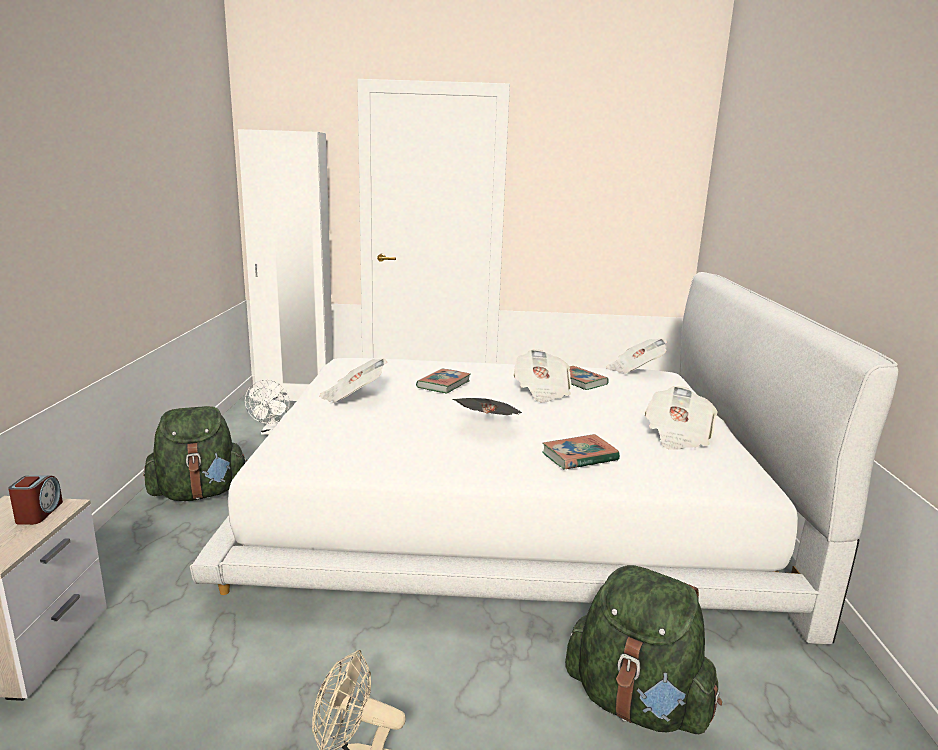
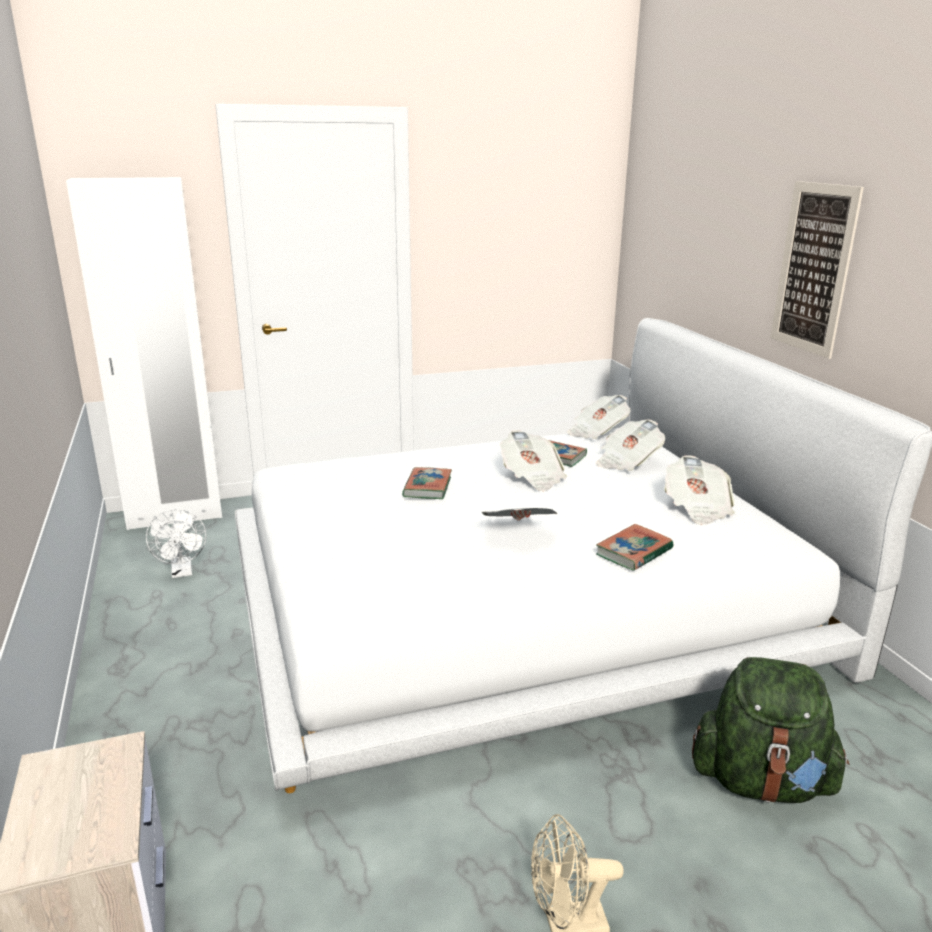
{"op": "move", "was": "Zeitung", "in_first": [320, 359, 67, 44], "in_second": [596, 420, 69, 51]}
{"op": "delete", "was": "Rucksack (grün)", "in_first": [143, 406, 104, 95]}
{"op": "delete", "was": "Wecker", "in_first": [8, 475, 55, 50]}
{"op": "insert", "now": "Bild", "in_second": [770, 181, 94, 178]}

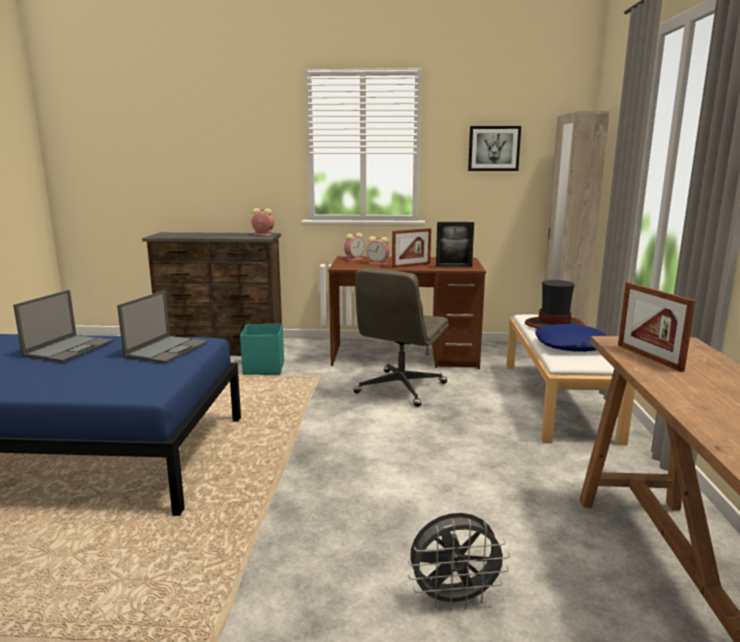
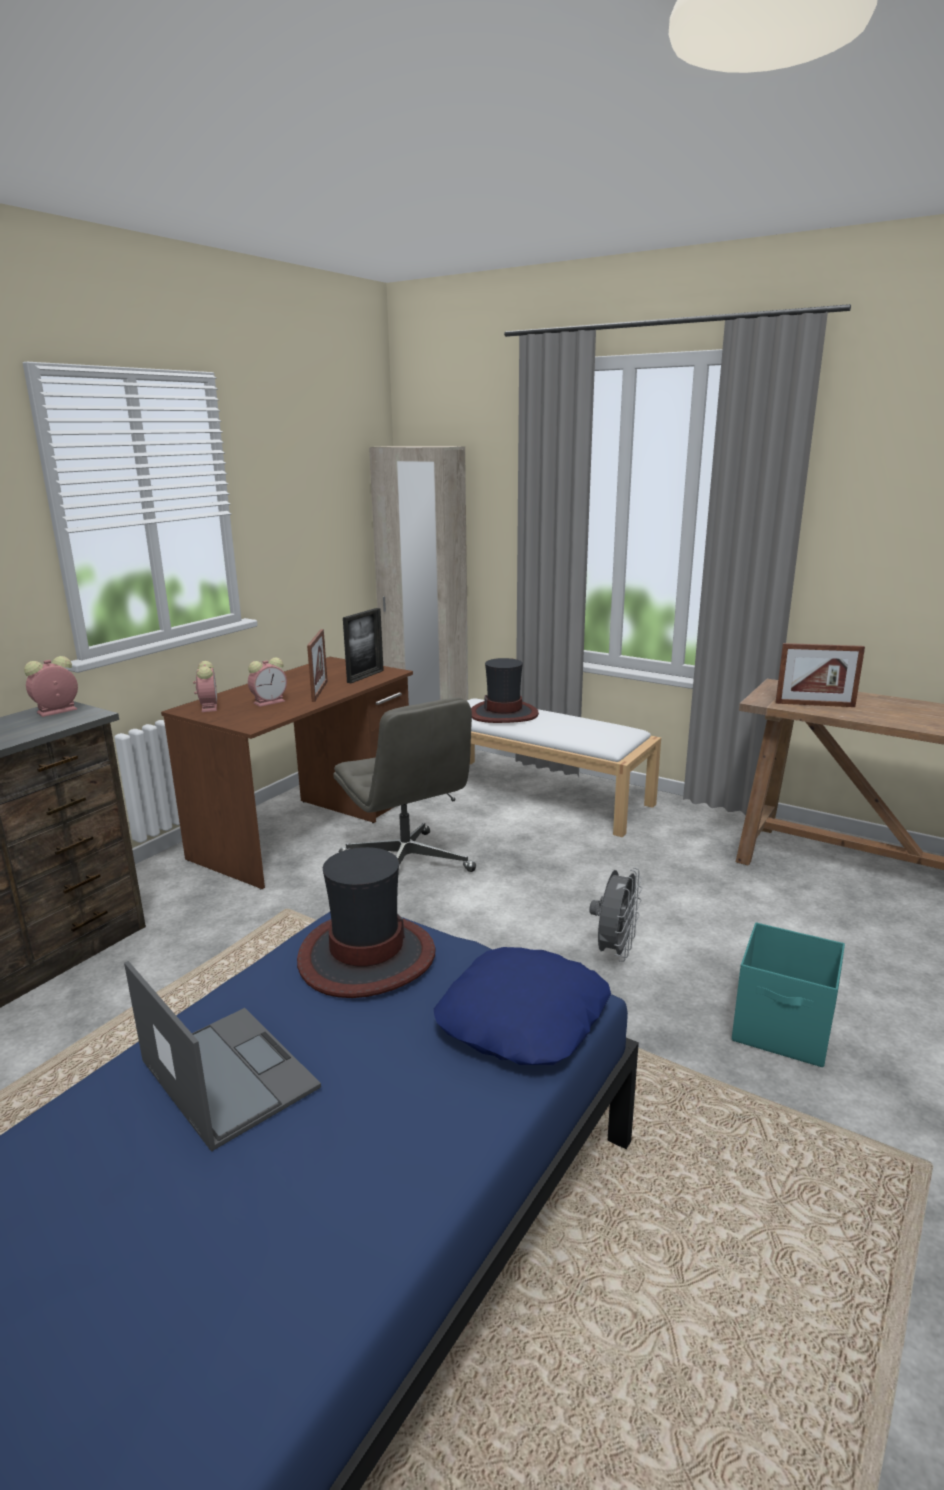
{"op": "delete", "was": "Bild", "in_first": [468, 126, 53, 45]}
{"op": "replace", "was": "Laptop", "now": "Hut", "in_first": [117, 290, 91, 73], "in_second": [297, 847, 139, 151]}
{"op": "move", "was": "Aufbewahrungsbox (türkis)", "in_first": [240, 324, 44, 51], "in_second": [732, 922, 113, 145]}
{"op": "move", "was": "Kissen (blau)", "in_first": [535, 324, 71, 28], "in_second": [434, 947, 177, 118]}
{"op": "move", "was": "Ventilator (grau)", "in_first": [408, 513, 102, 98], "in_second": [589, 867, 53, 95]}

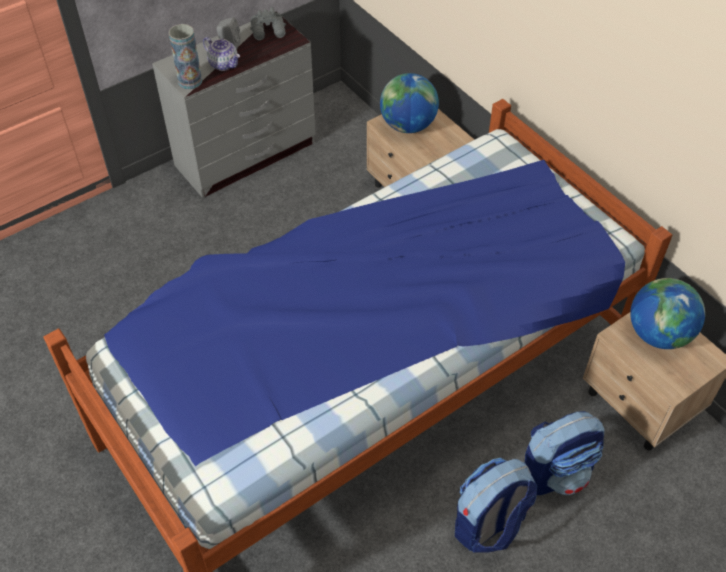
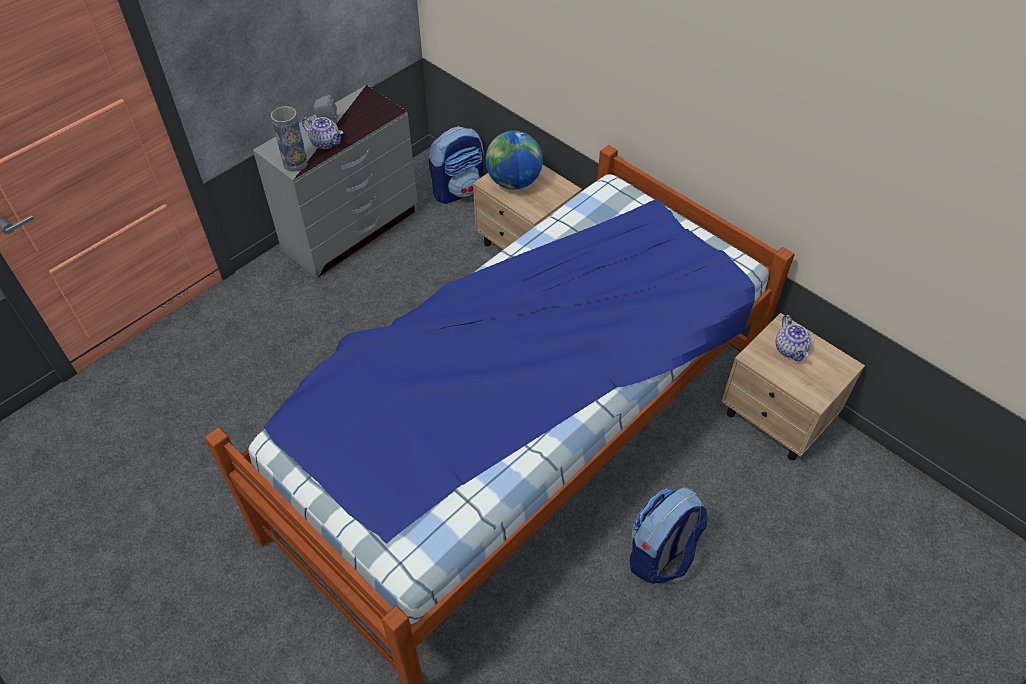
{"op": "delete", "was": "Fernglas (grau)", "in_first": [250, 7, 36, 33]}
{"op": "replace", "was": "Globus", "now": "Teekanne", "in_first": [630, 278, 75, 71], "in_second": [776, 315, 35, 46]}
{"op": "move", "was": "Rucksack", "in_first": [525, 411, 80, 84], "in_second": [429, 126, 55, 78]}

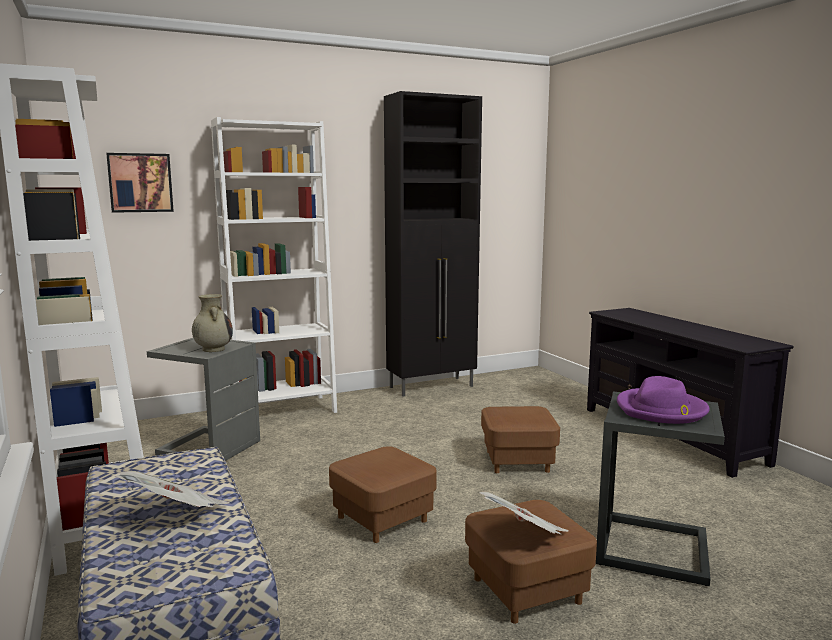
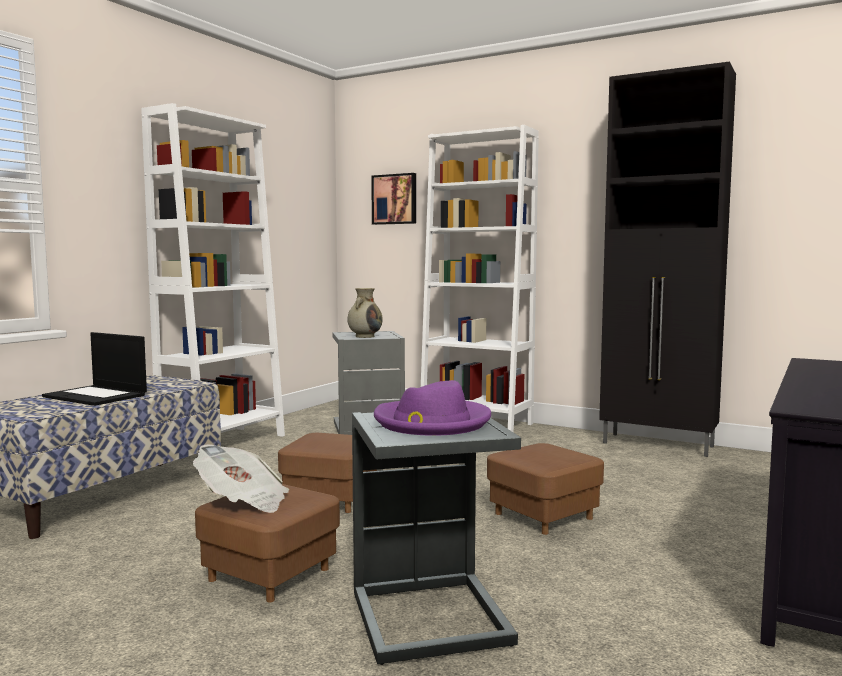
{"op": "replace", "was": "Zeitung", "now": "Laptop", "in_first": [114, 471, 115, 36], "in_second": [42, 332, 105, 74]}

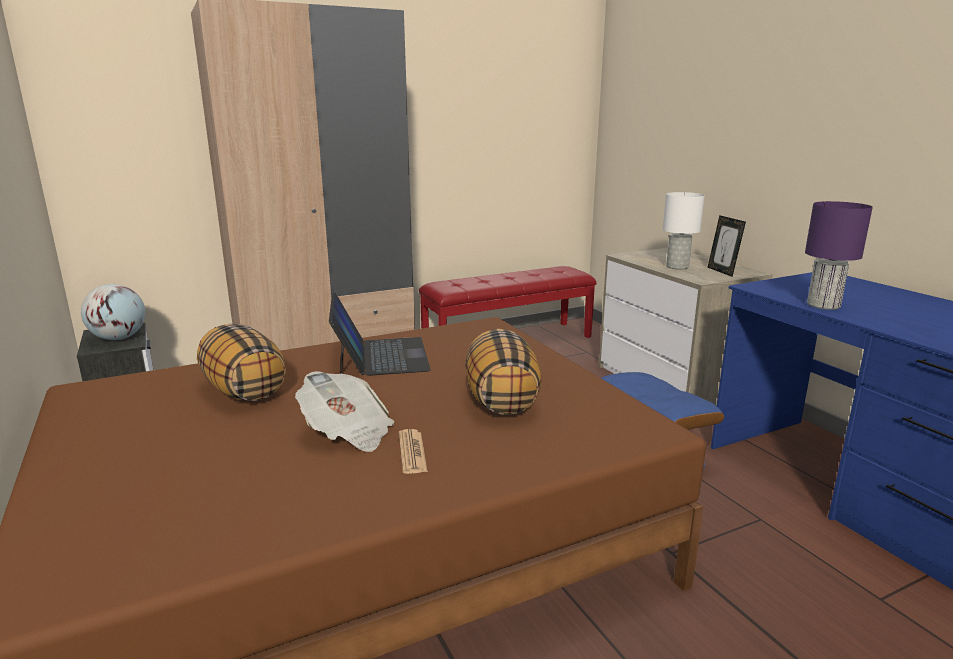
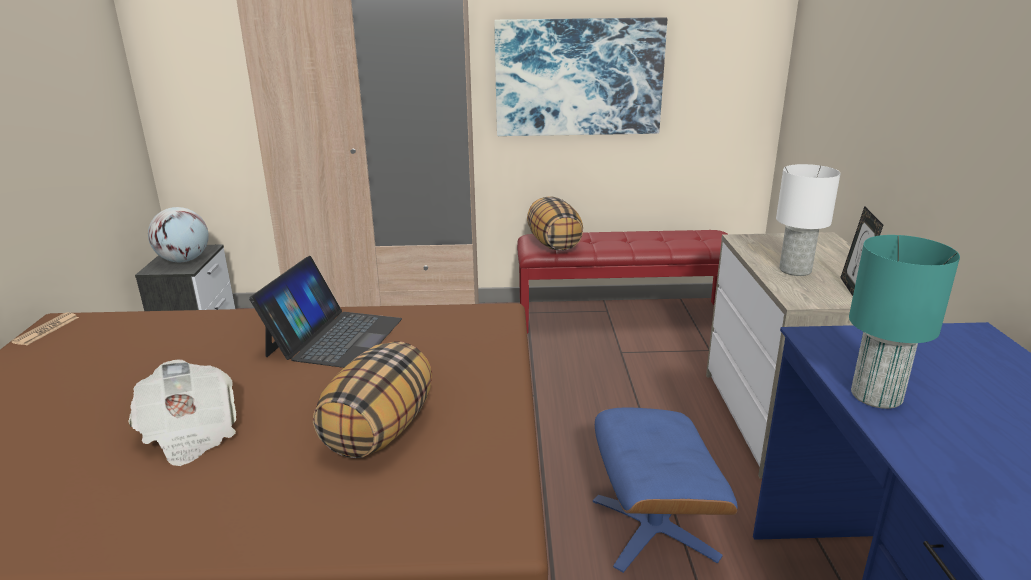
{"op": "recolor", "was": "Tischlampe (lila)", "now": "Tischlampe (türkis)", "in_first": [805, 201, 68, 109], "in_second": [849, 235, 111, 174]}
{"op": "move", "was": "Kissen", "in_first": [197, 324, 89, 77], "in_second": [527, 196, 56, 54]}
{"op": "move", "was": "Zeitung", "in_first": [399, 429, 29, 45], "in_second": [11, 313, 68, 32]}
{"op": "insert", "now": "Bild", "in_second": [494, 17, 173, 119]}

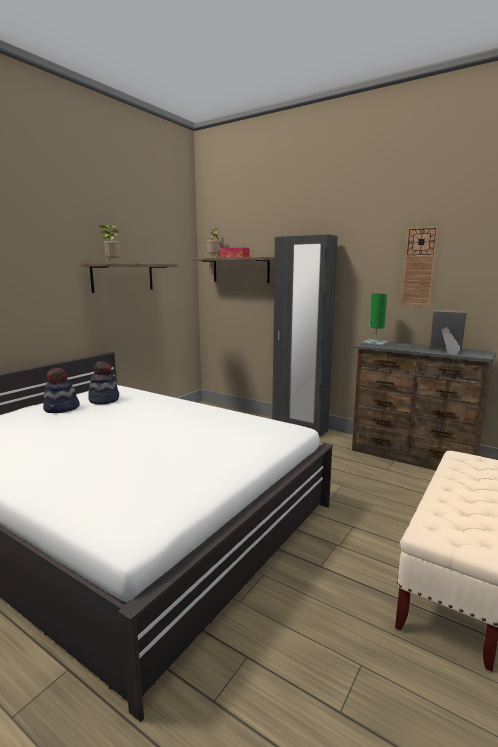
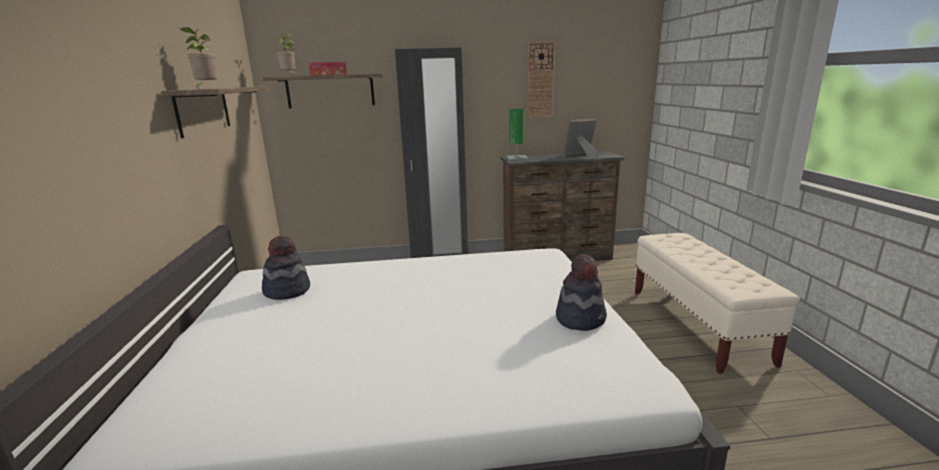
{"op": "move", "was": "Hut", "in_first": [43, 368, 37, 45], "in_second": [556, 254, 51, 77]}

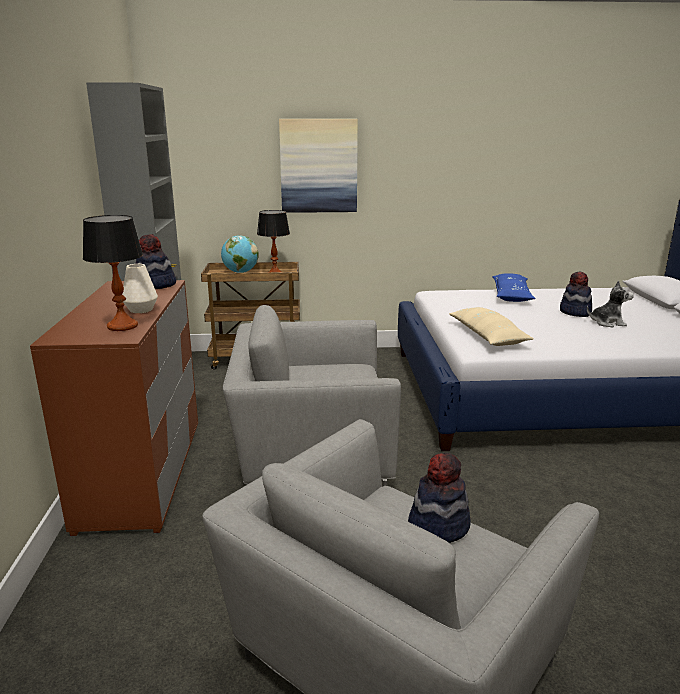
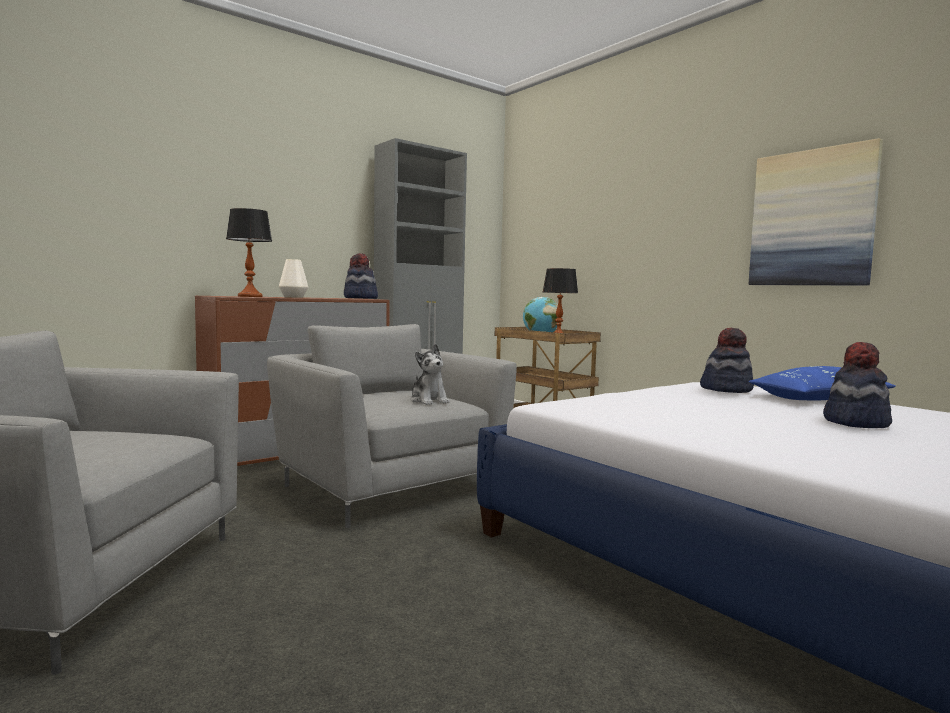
{"op": "move", "was": "Bild", "in_first": [279, 119, 79, 94], "in_second": [749, 138, 134, 147]}
{"op": "move", "was": "Plüschtier", "in_first": [587, 280, 47, 47], "in_second": [410, 344, 39, 61]}
{"op": "delete", "was": "Kissen (beige)", "in_first": [449, 307, 85, 39]}
{"op": "move", "was": "Hut", "in_first": [408, 453, 63, 90], "in_second": [700, 328, 54, 65]}

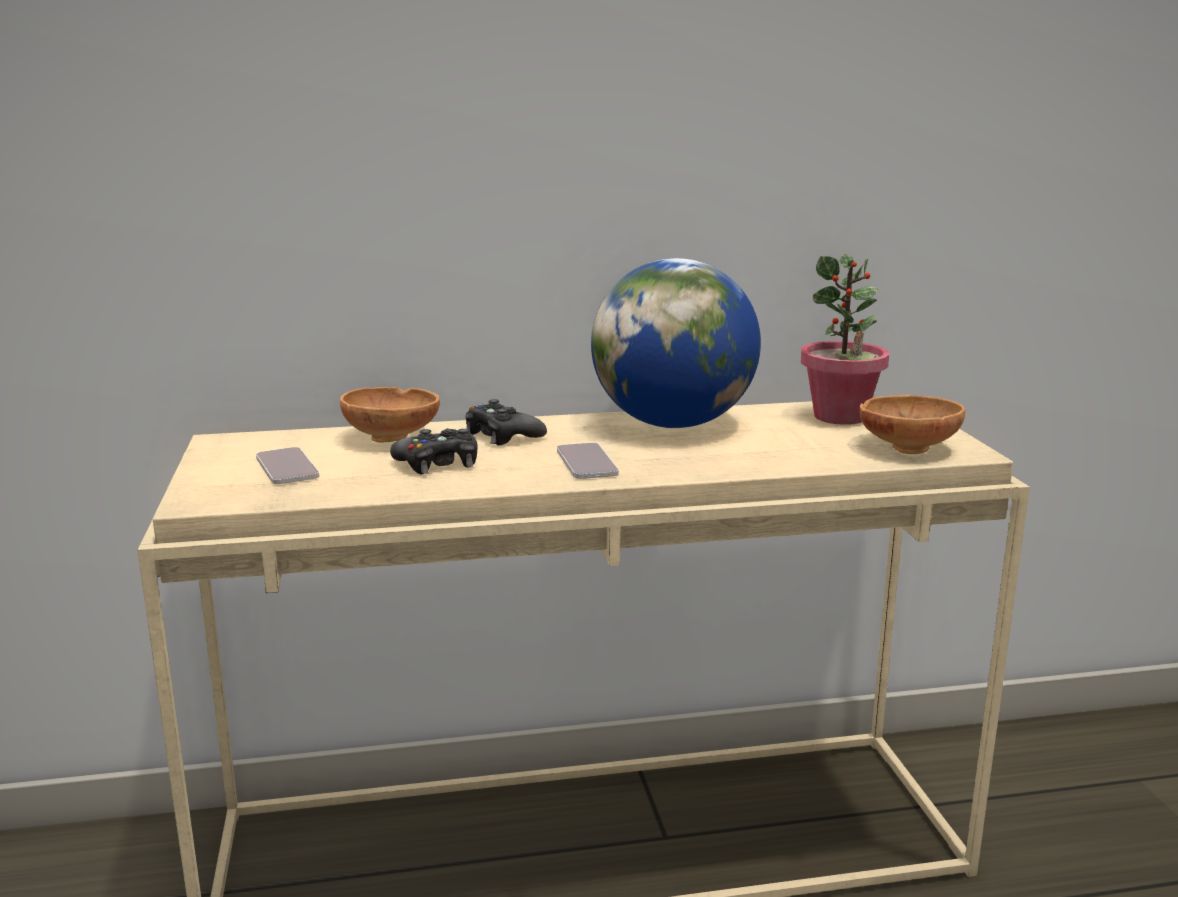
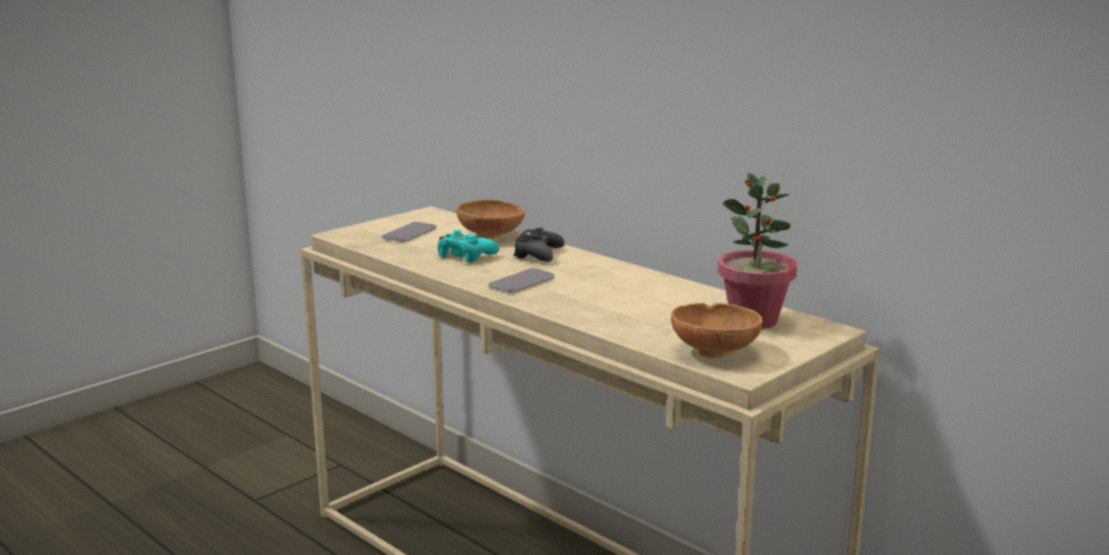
{"op": "delete", "was": "Globus", "in_first": [591, 258, 170, 170]}
{"op": "recolor", "was": "Gamepad (schwarz)", "now": "Gamepad (türkis)", "in_first": [390, 428, 88, 46], "in_second": [438, 230, 61, 33]}

